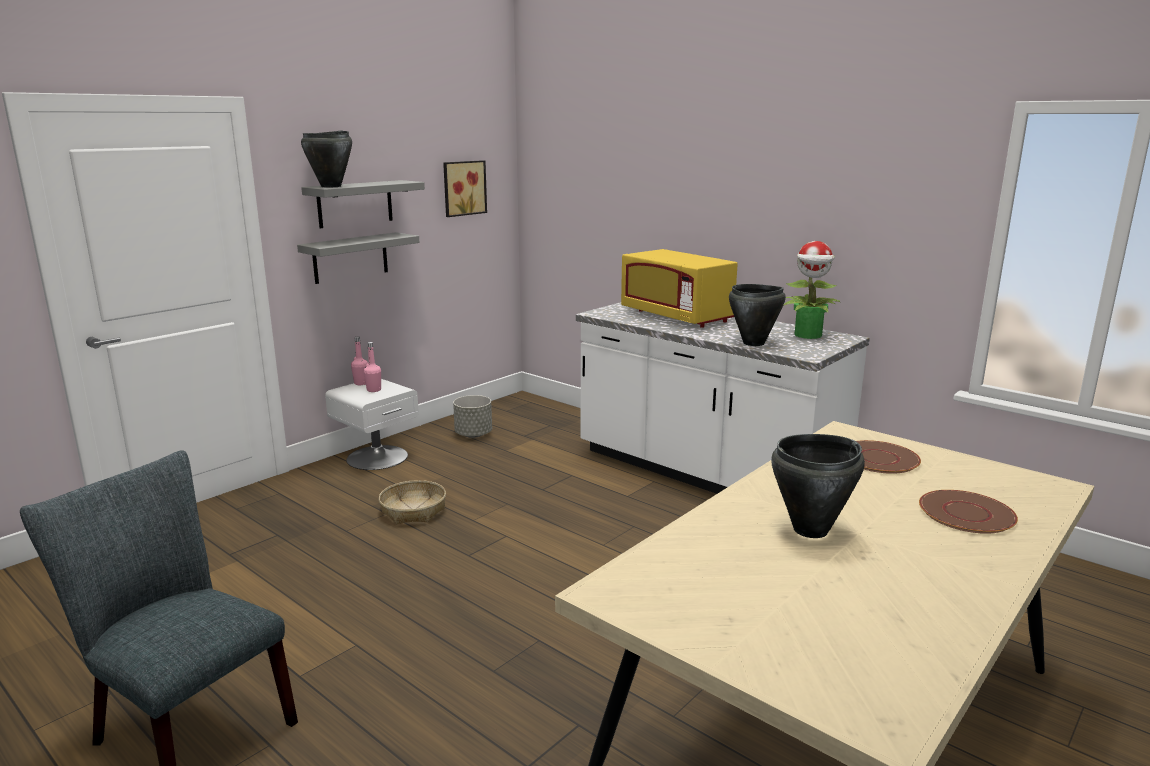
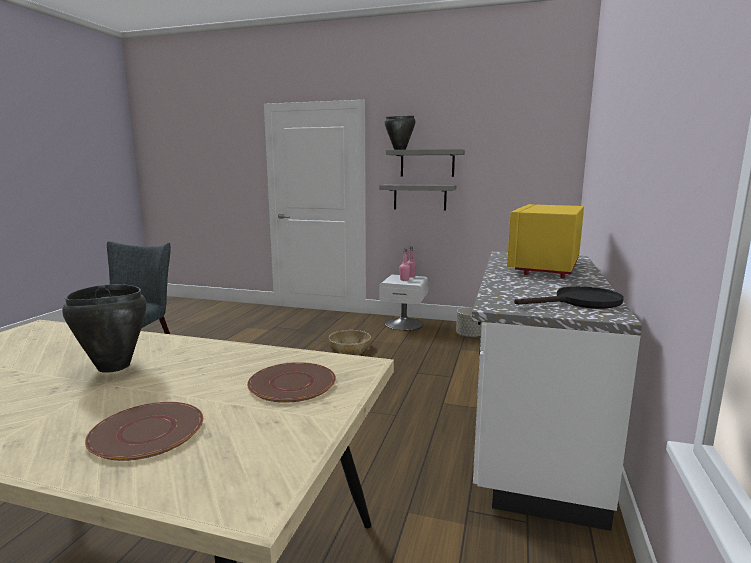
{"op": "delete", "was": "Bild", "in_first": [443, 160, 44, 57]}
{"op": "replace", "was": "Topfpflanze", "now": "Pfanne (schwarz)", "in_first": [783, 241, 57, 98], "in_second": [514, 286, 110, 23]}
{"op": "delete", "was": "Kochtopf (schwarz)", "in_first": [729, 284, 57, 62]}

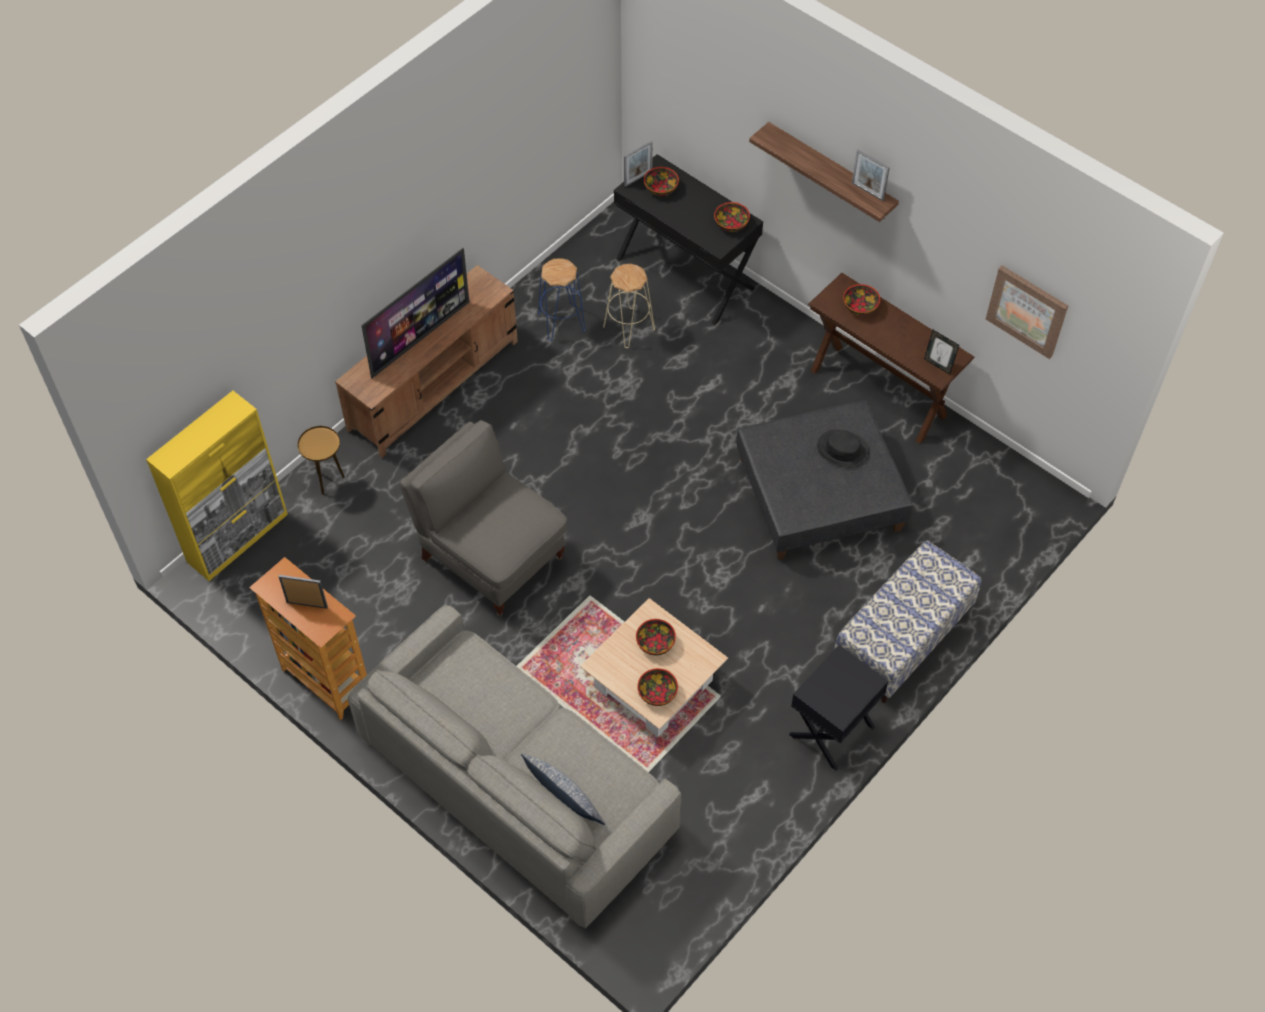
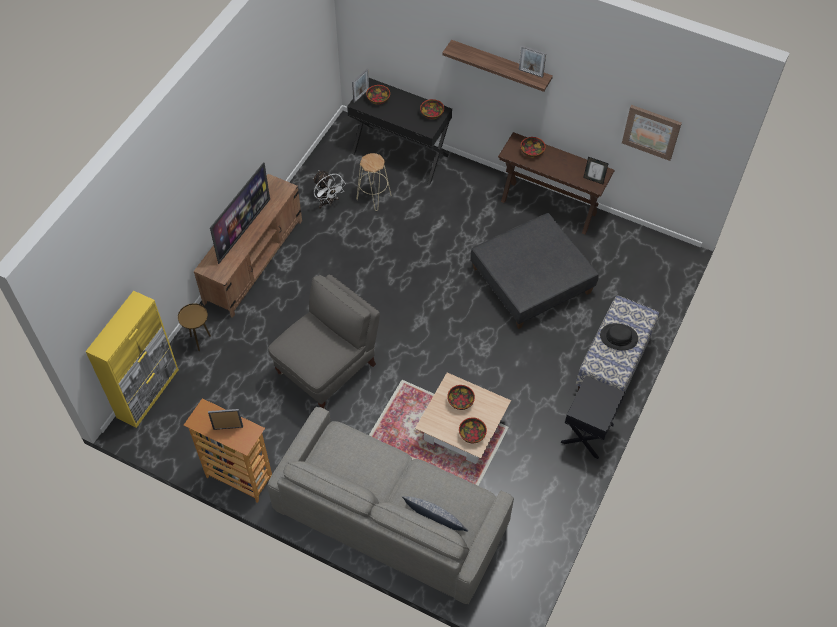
{"op": "replace", "was": "Hocker (blau)", "now": "Ventilator (weiß)", "in_first": [538, 258, 47, 83], "in_second": [313, 171, 33, 38]}
{"op": "rotate", "was": "Sessel (grau)", "in_first": [400, 420, 167, 197], "in_second": [268, 274, 112, 135], "clockwise": 105}
{"op": "move", "was": "Hut (schwarz)", "in_first": [817, 430, 53, 38], "in_second": [600, 323, 38, 27]}

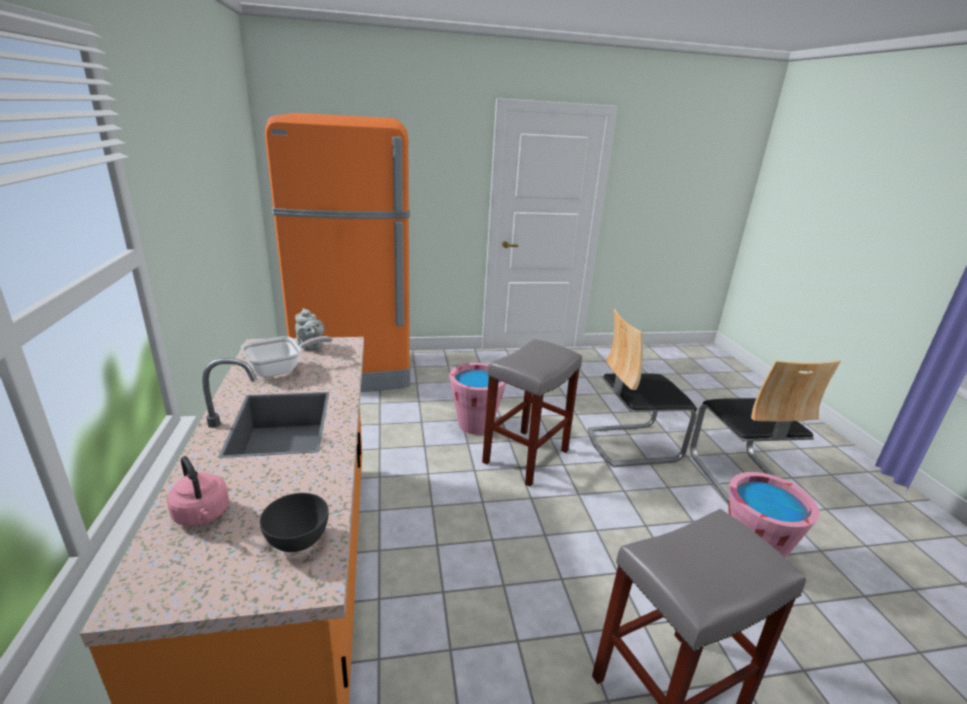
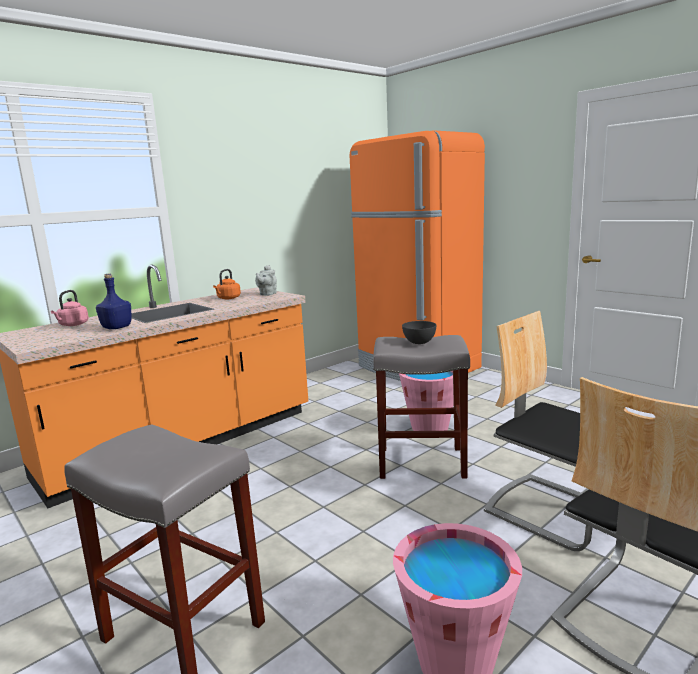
{"op": "replace", "was": "Pfanne", "now": "Wasserkessel (orange)", "in_first": [241, 336, 92, 41], "in_second": [213, 269, 28, 30]}
{"op": "move", "was": "Schüssel (grau)", "in_first": [260, 493, 69, 59], "in_second": [402, 321, 34, 23]}
{"op": "insert", "now": "Flasche (blau)", "in_second": [96, 273, 36, 56]}

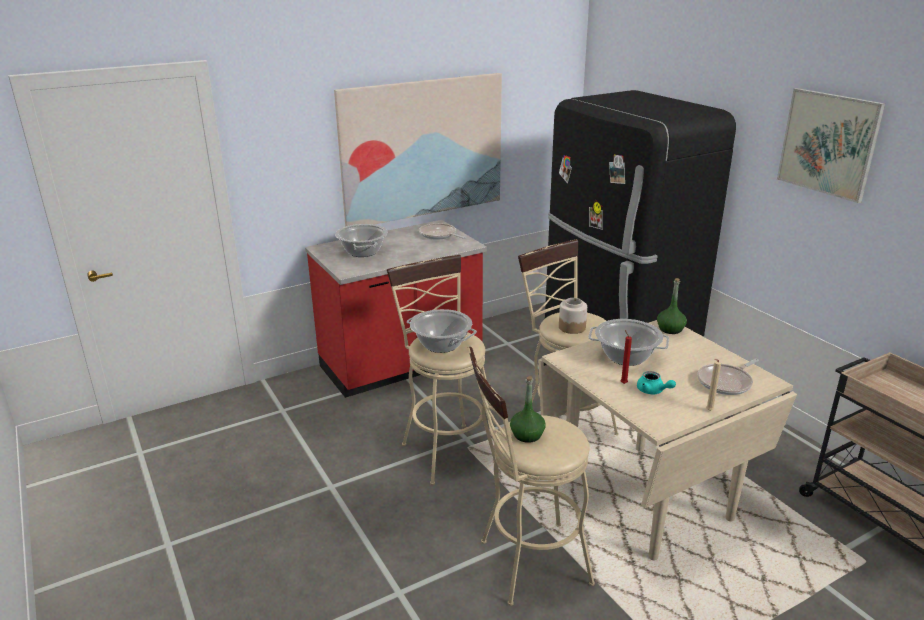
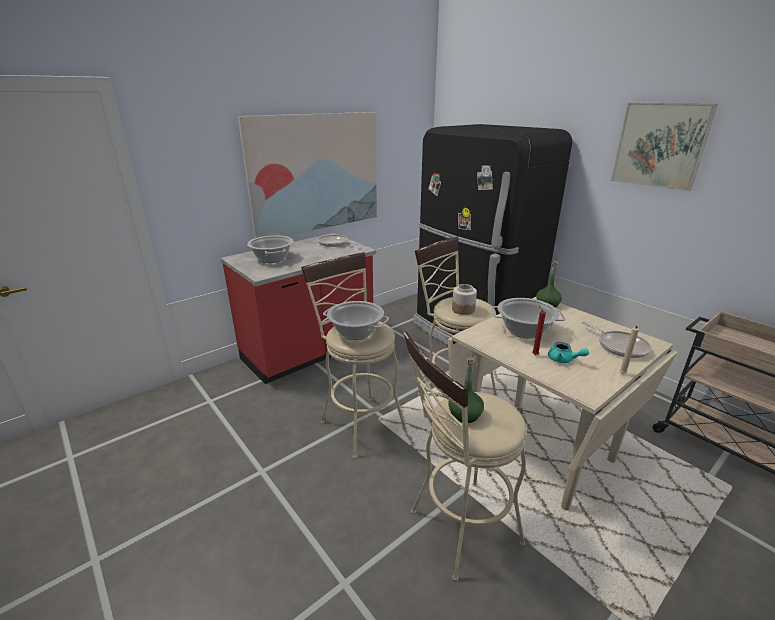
{"op": "rotate", "was": "Pfanne", "in_first": [698, 358, 61, 37], "in_second": [581, 321, 70, 37], "clockwise": -75}

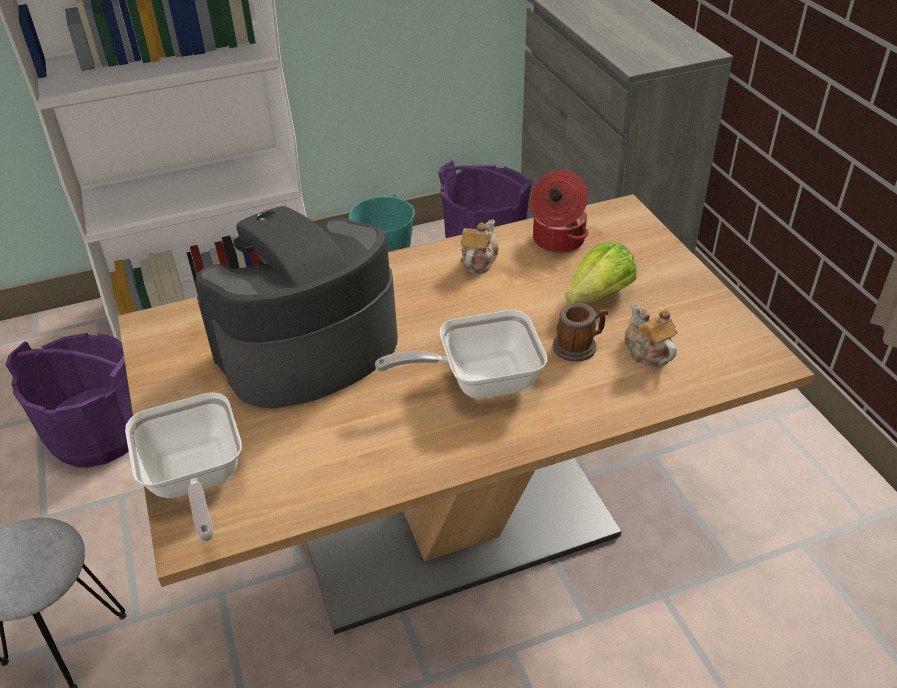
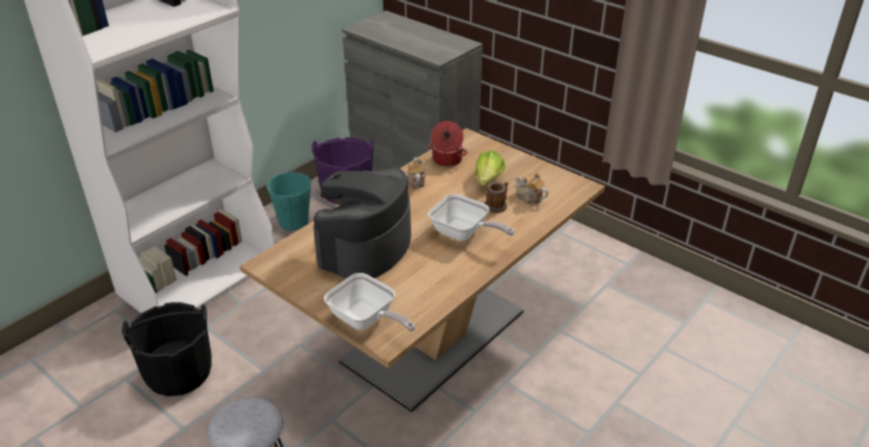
{"op": "rotate", "was": "Pfanne", "in_first": [375, 310, 173, 89], "in_second": [428, 194, 86, 47], "clockwise": -105}
{"op": "recolor", "was": "Eimer (lila)", "now": "Eimer (schwarz)", "in_first": [5, 333, 128, 135], "in_second": [122, 302, 90, 94]}

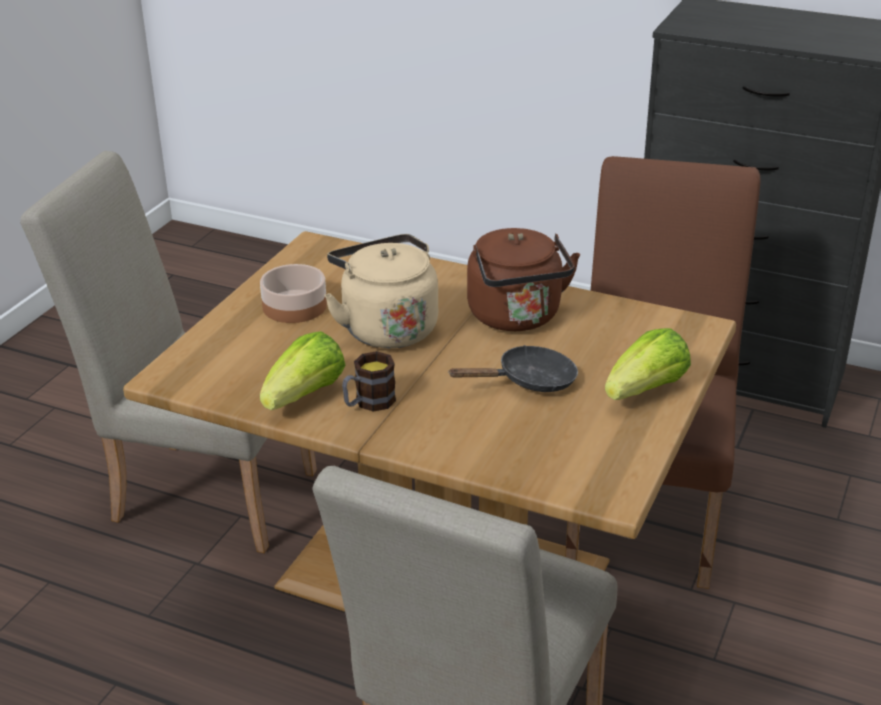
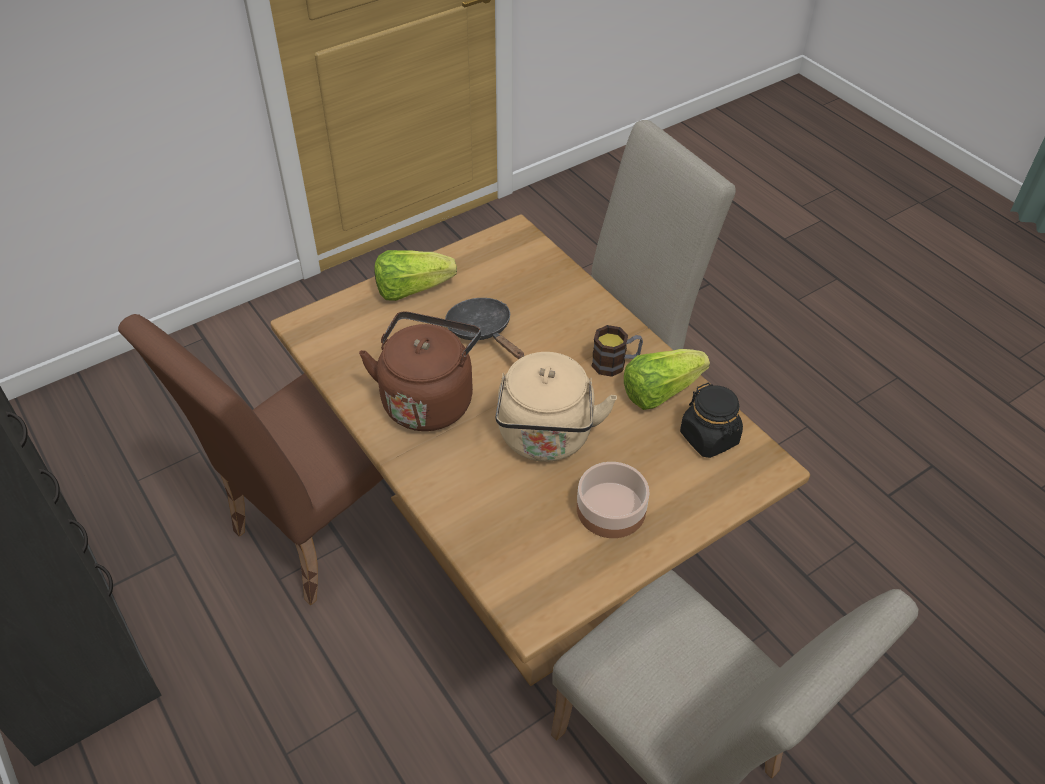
{"op": "rotate", "was": "Pfanne (schwarz)", "in_first": [448, 345, 130, 47], "in_second": [445, 298, 79, 61], "clockwise": 45}
{"op": "insert", "now": "Vorratsglas (schwarz)", "in_second": [680, 383, 63, 75]}

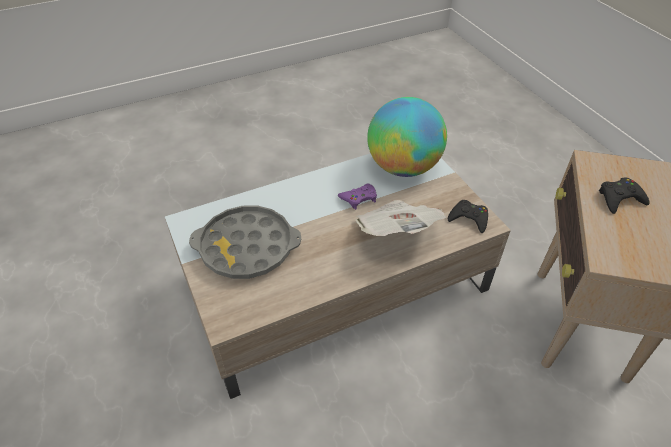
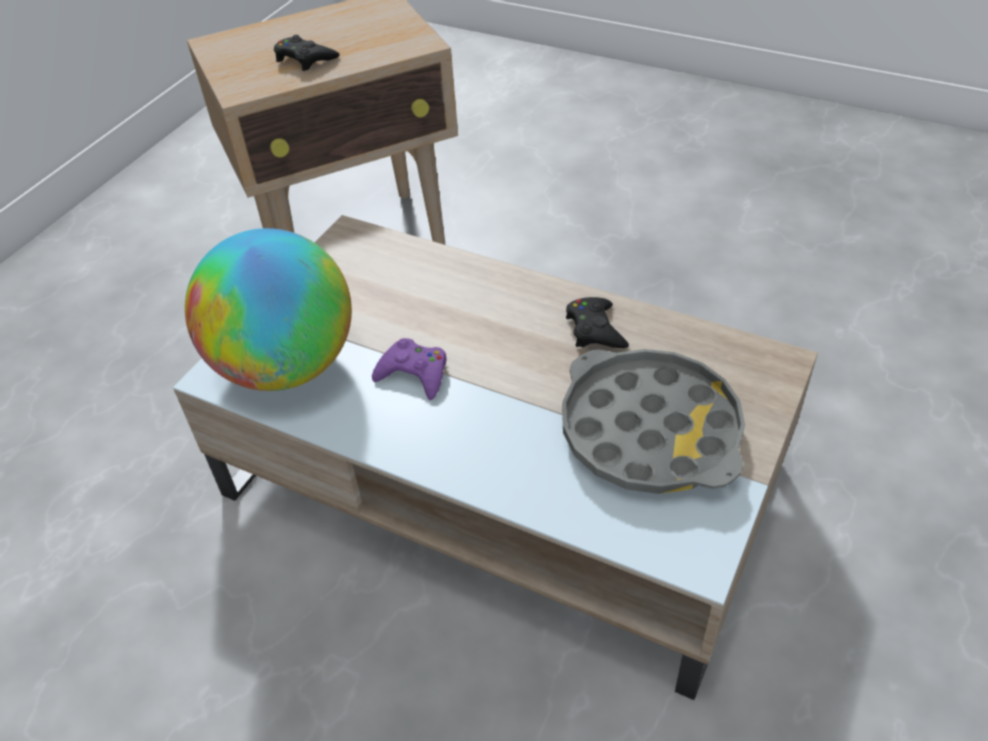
{"op": "delete", "was": "Zeitung", "in_first": [355, 200, 91, 36]}
{"op": "move", "was": "Gamepad (schwarz)", "in_first": [448, 200, 40, 33], "in_second": [566, 297, 63, 51]}

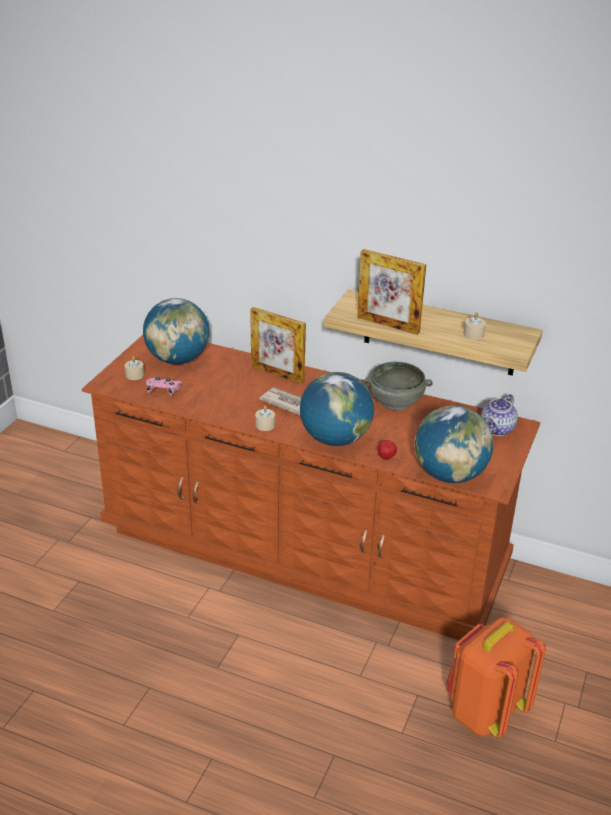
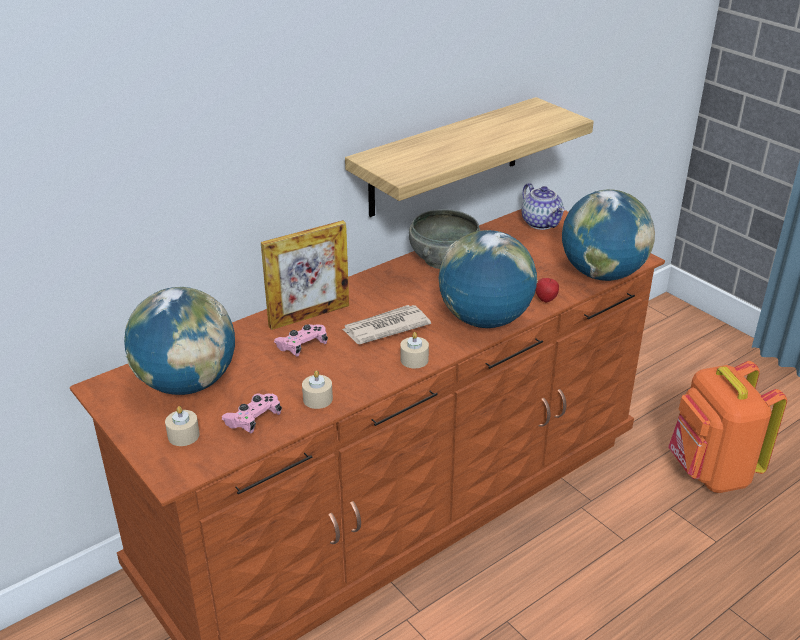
{"op": "delete", "was": "Bilderrahmen", "in_first": [357, 249, 69, 86]}
{"op": "move", "was": "Kerze (beige)", "in_first": [463, 312, 23, 28], "in_second": [302, 370, 31, 39]}
{"op": "insert", "now": "Gamepad (rosa)", "in_second": [274, 324, 54, 33]}

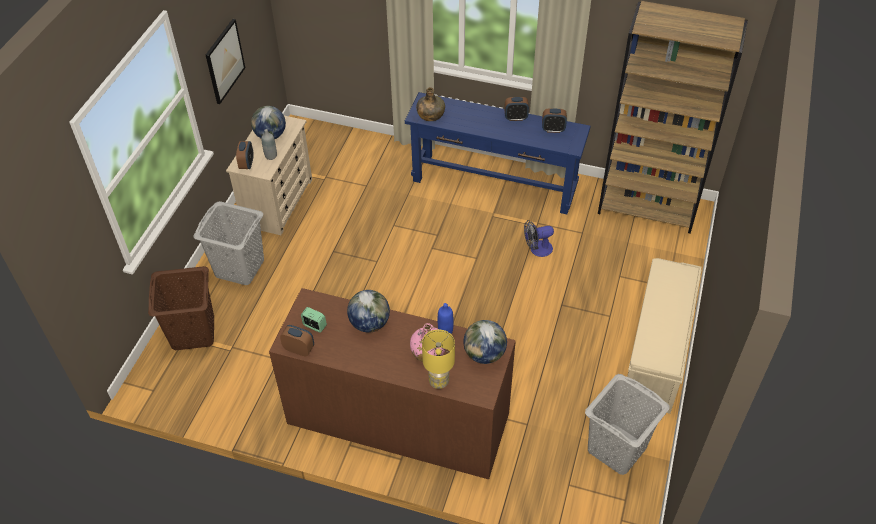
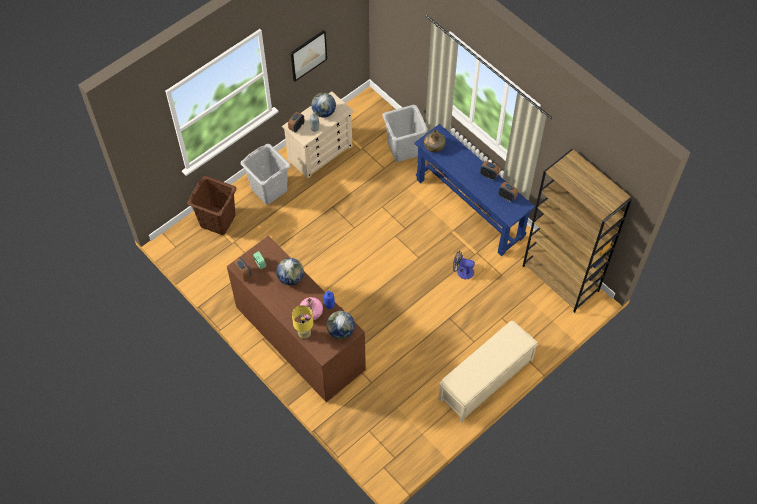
{"op": "move", "was": "Wäschekorb (grau)", "in_first": [585, 374, 85, 101], "in_second": [382, 105, 46, 57]}

